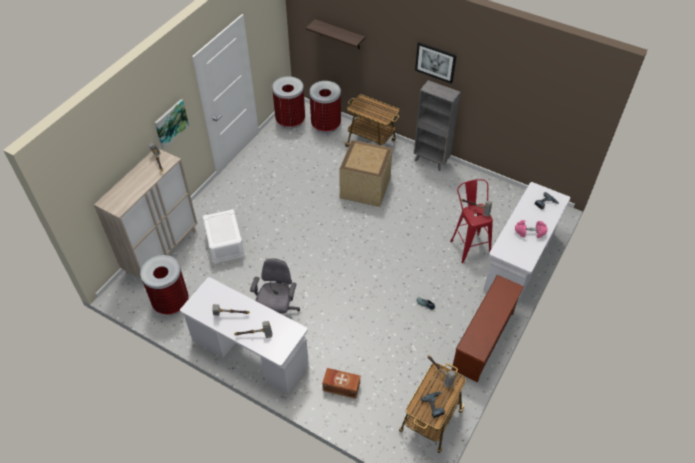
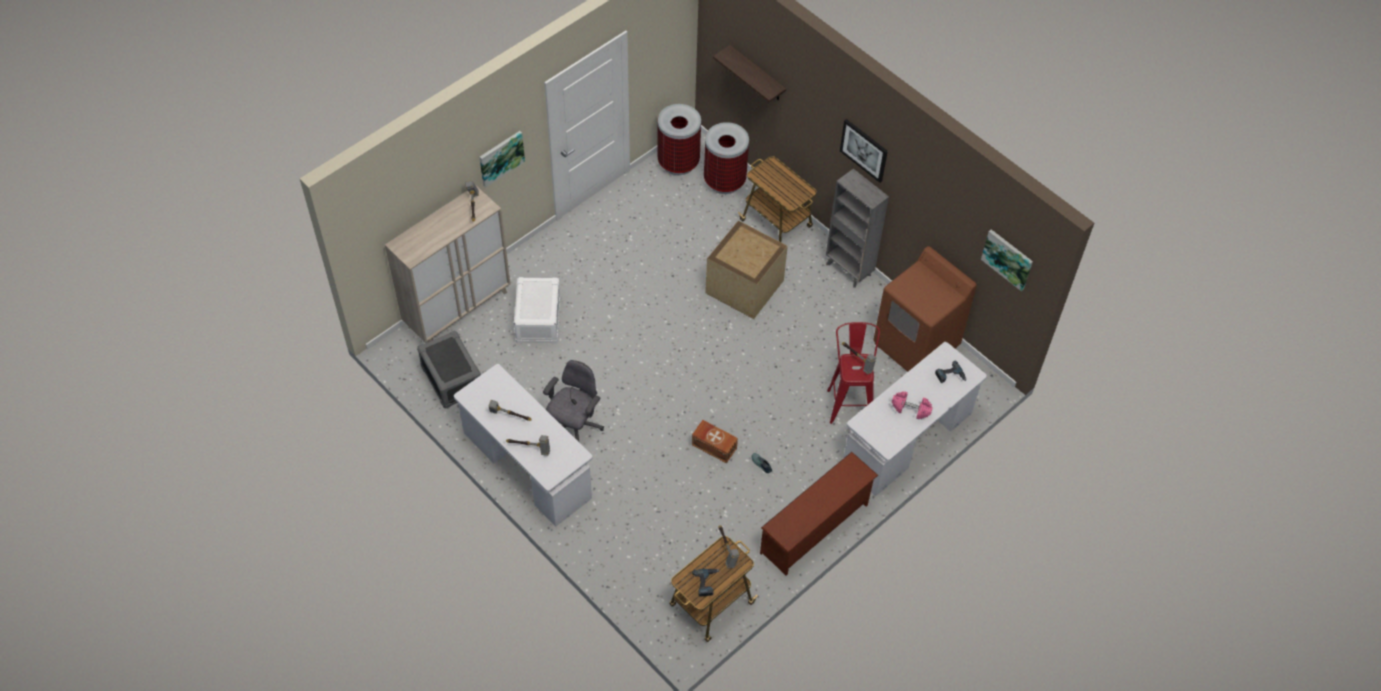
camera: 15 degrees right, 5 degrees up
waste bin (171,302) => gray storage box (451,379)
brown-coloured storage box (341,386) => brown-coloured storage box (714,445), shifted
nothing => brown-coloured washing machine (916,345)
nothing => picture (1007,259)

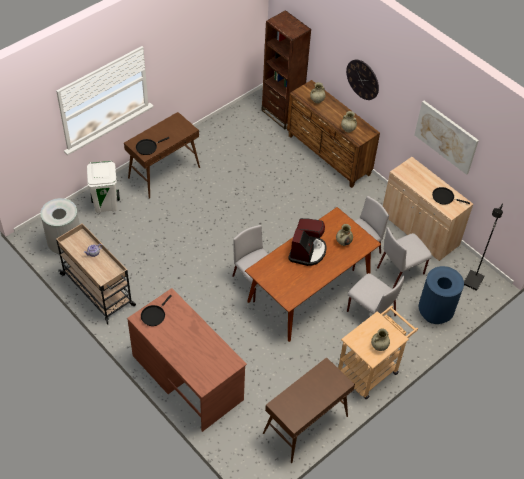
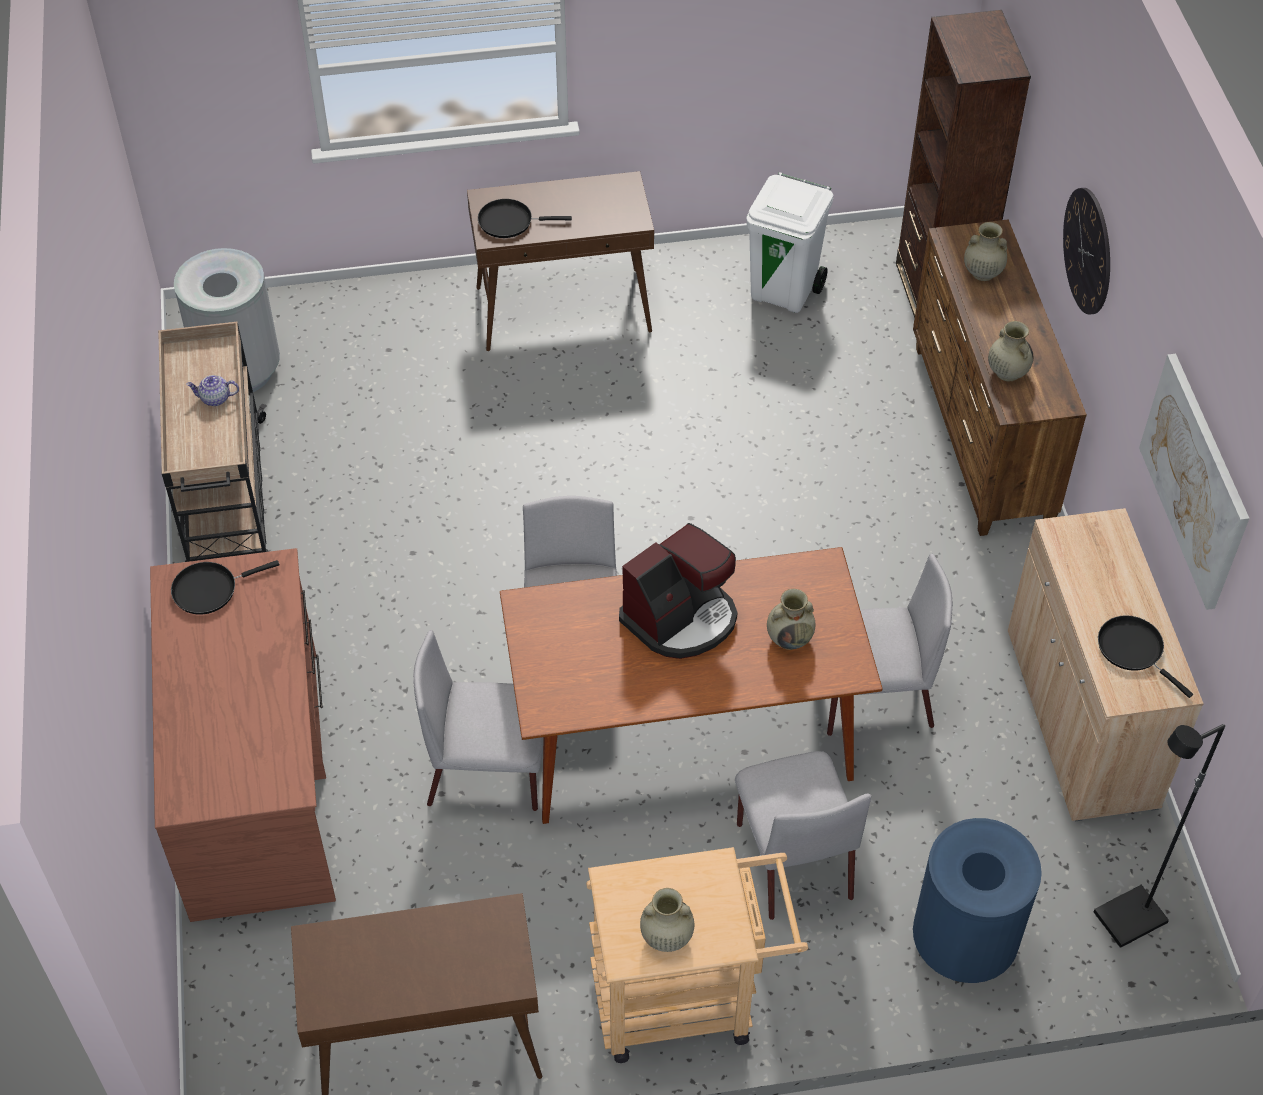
camera: 35 degrees right, 0 degrees up
gray plain chair (401,270) => gray plain chair (489,772), shifted
white waste bin (106,204) => white waste bin (784,291), shifted

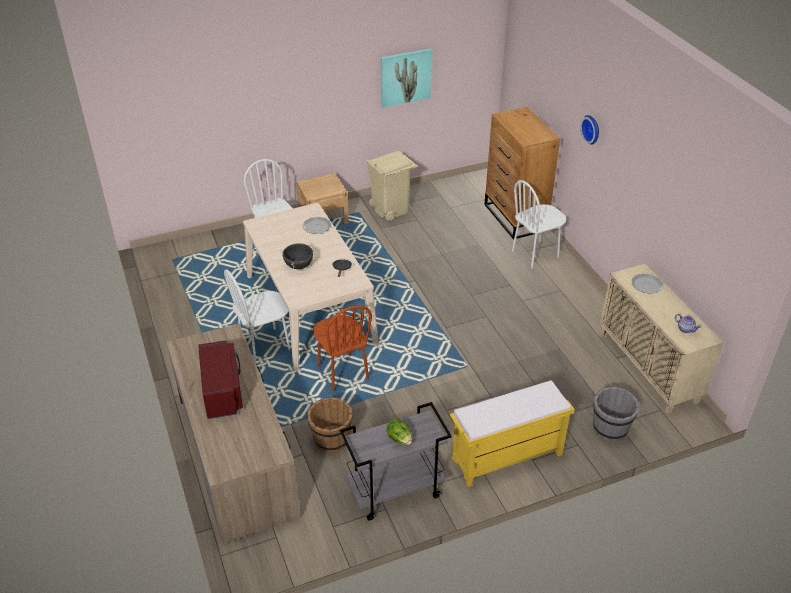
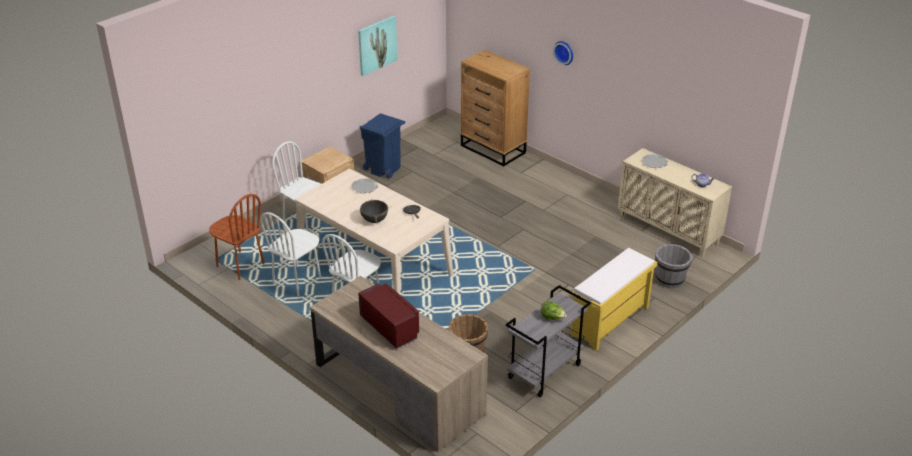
camera: 25 degrees left, 5 degrees down
brown-coloured plain chair (342,372) => brown-coloured plain chair (240,265), shifted
white plain chair (535,254) => white plain chair (297,280), shifted
beige waste bin (390,209) => blue waste bin (383,169)

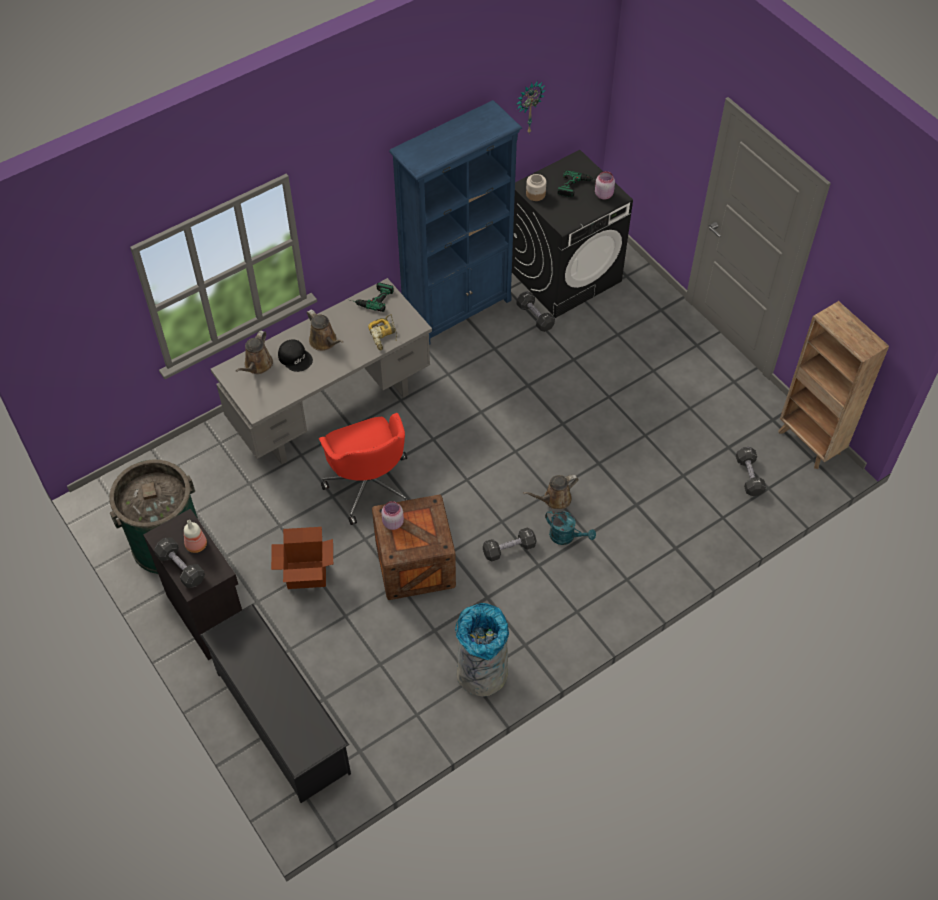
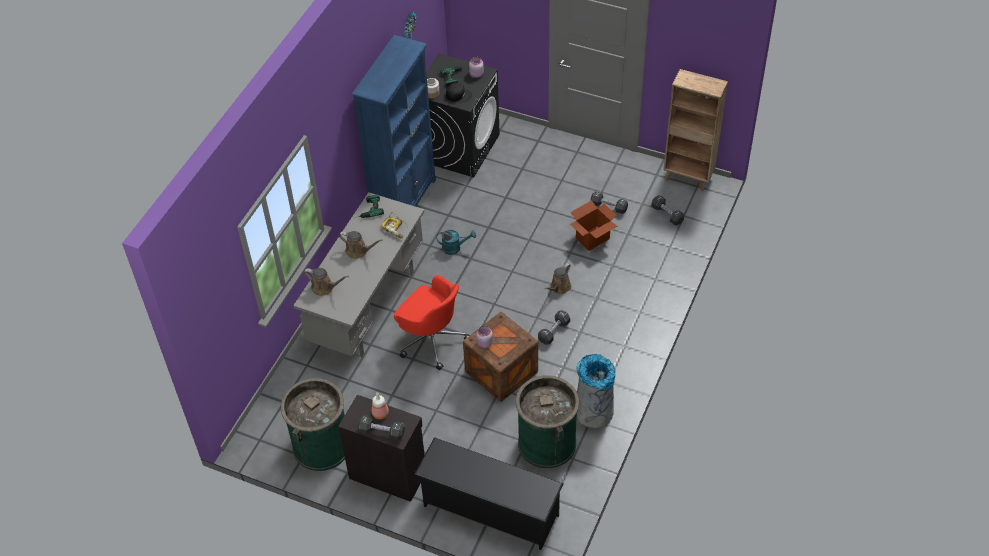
camera: 30 degrees left, 5 degrees down
brown-coloured watering pot (257,365) => brown-coloured watering pot (324,287), 60 degrees counterclockwise
turquoise watering pot (566,537) => turquoise watering pot (455,248), shifted
black-coloured baseball cap (295,357) => black-coloured baseball cap (458,95), shifted
nothing => greenish waste bin (547,443)
packing box (306,574) => packing box (592,238), shifted
black-coloured hand weight (535,316) => black-coloured hand weight (608,207), shifted

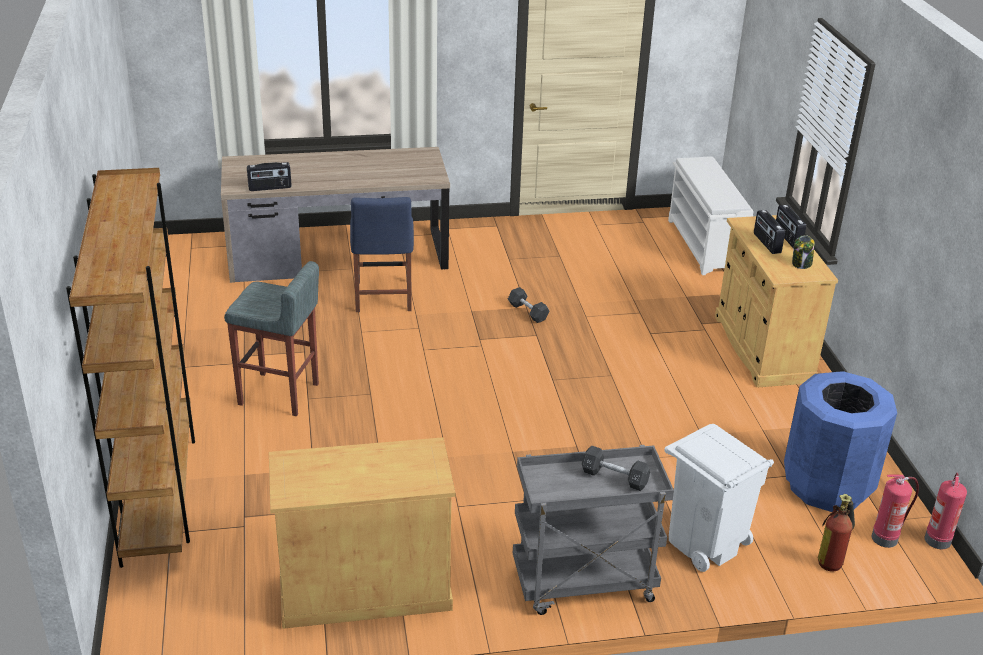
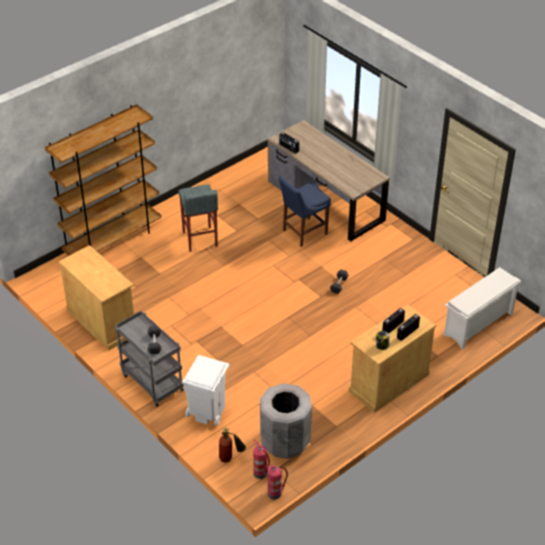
camera: 60 degrees right, 10 degrees up
blue waste bin (827,486) => gray waste bin (285,442)

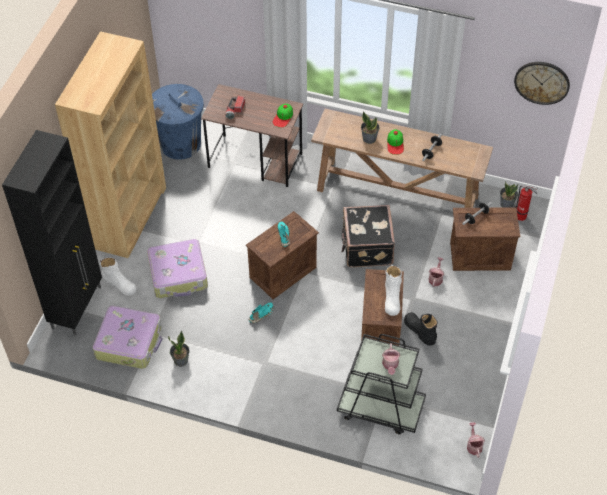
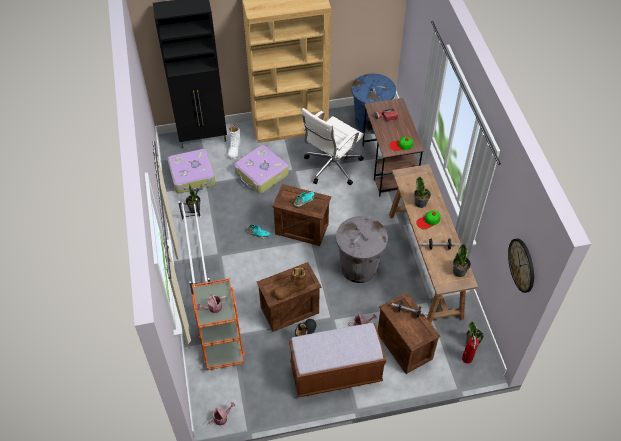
camera: 60 degrees right, 0 degrees up
nothing => white shoe stand (197,255)
black-coloured wheeled cart (380,408) => orange wheeled cart (221,340)
white tall boot (392,298) => brown-coloured tall boot (291,290)
nothing => brown-coloured long seat (335,373)
nothing => white office chair (331,167)
black-coloured piece of luggage (366,247) => gray waste bin (359,267)
nothing => potted plant (459,272)

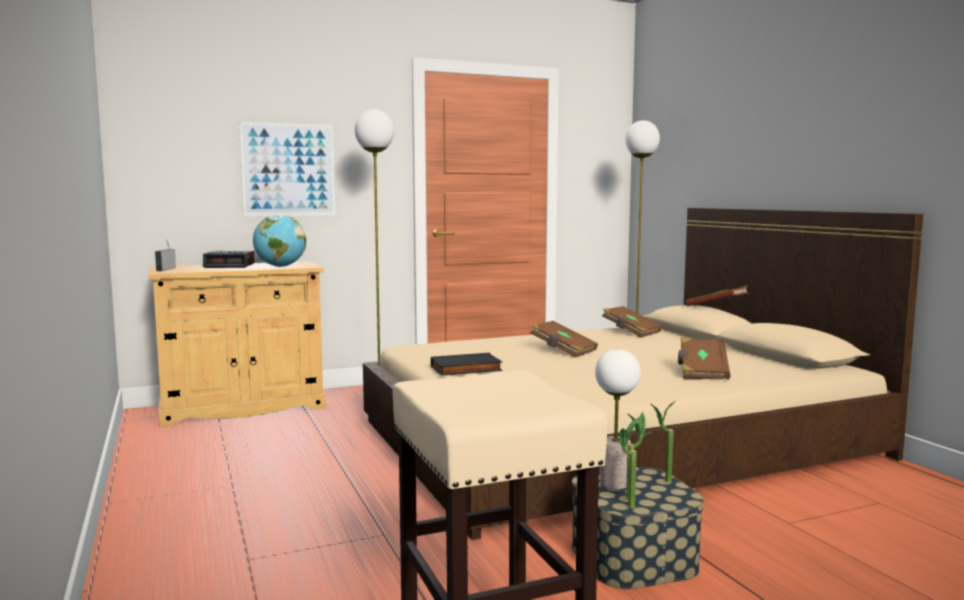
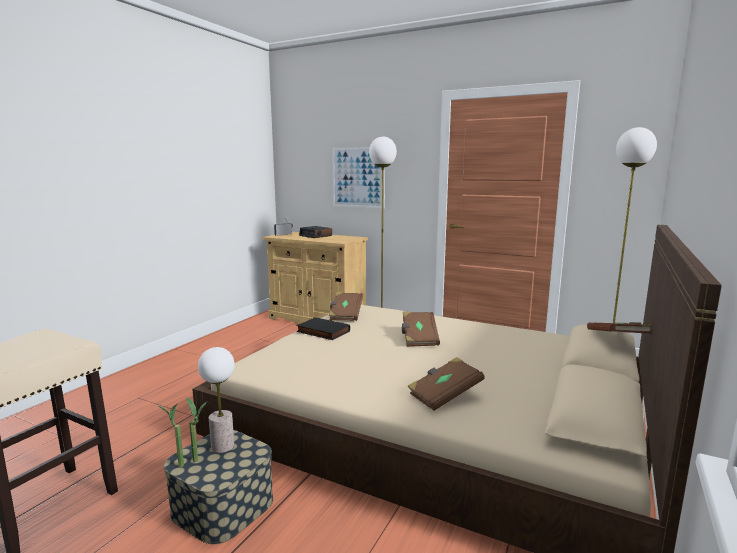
camera: 50 degrees right, 5 degrees up
brown-coloured volume (630,332) => brown-coloured volume (345,315), shifted
globe (280,266) => nothing
potted plant (661,480) => nothing

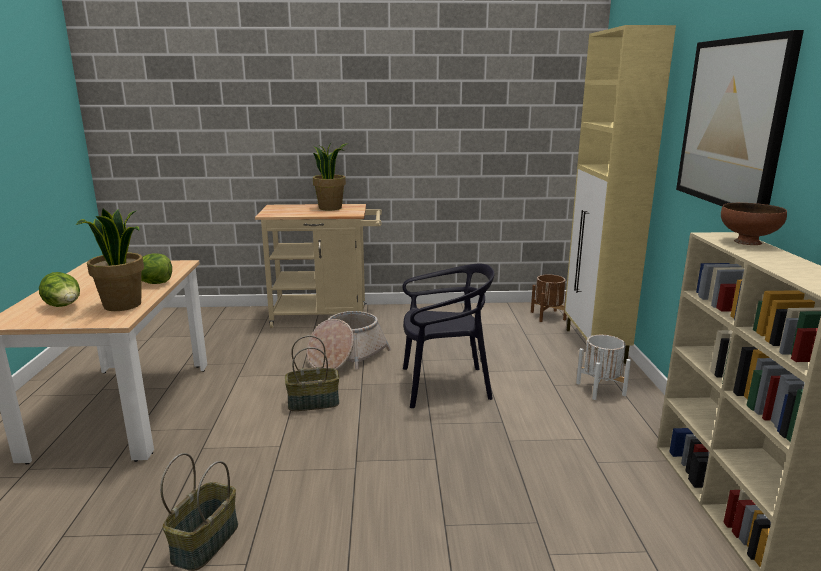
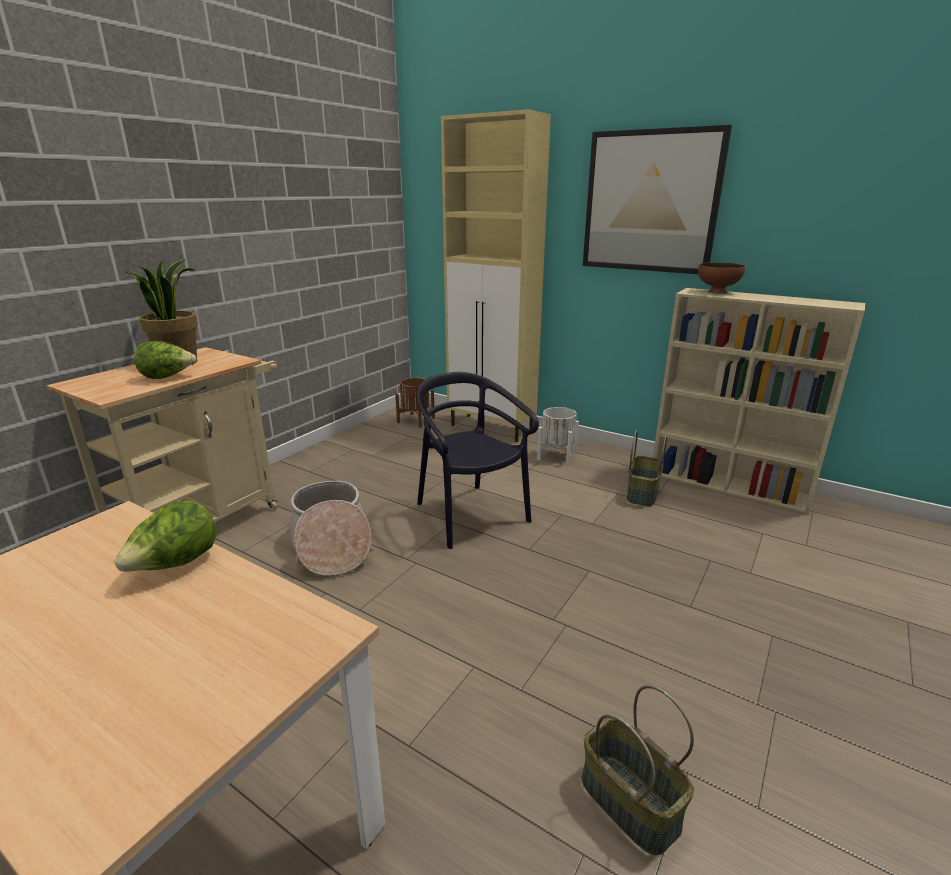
camera: 55 degrees left, 5 degrees up
lettuce head (64,307) => lettuce head (167,377), shifted
black-coloured plain chair (444,385) => black-coloured plain chair (470,515), 60 degrees counterclockwise
basket (314,402) => basket (642,493), shifted
potted plant (123,305) => nothing

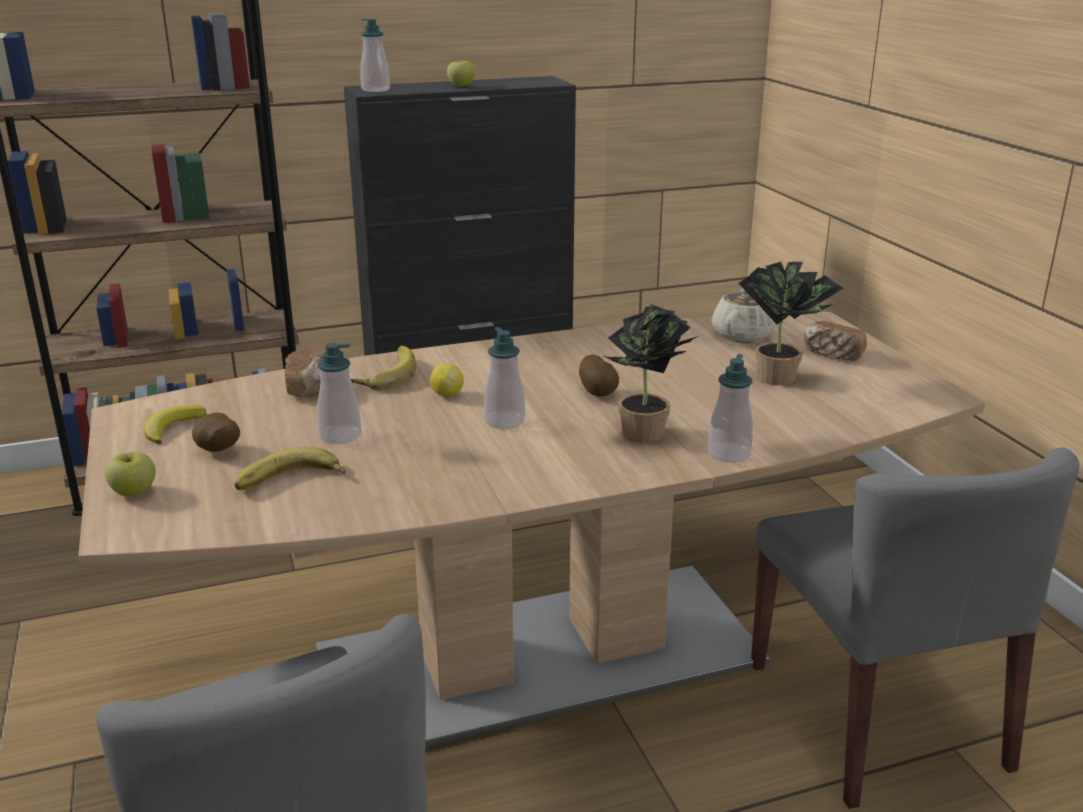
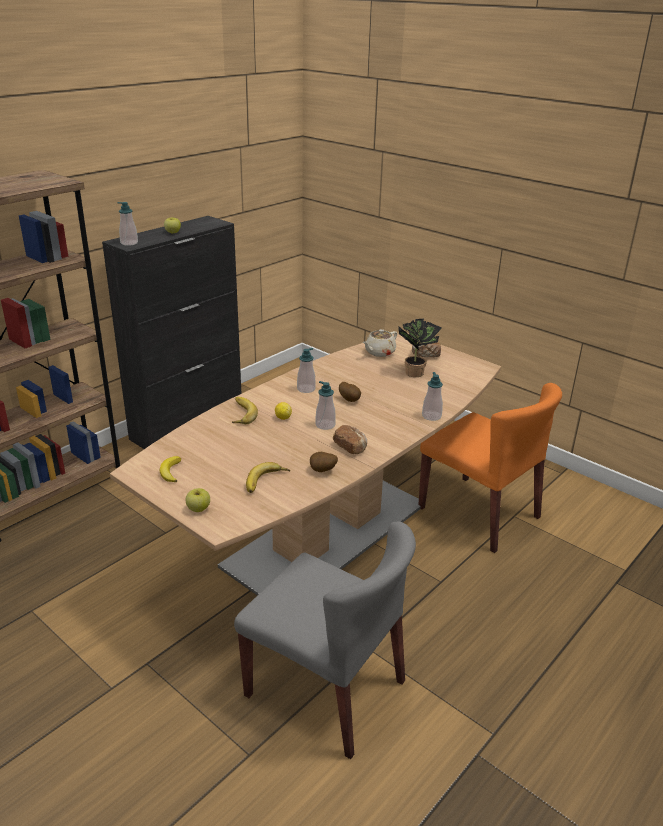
camera: 30 degrees left, 5 degrees up
liquid soap bottle (340,436) => liquid soap bottle (306,389), shifted
spud (217,452) => spud (322,471), shifted
baked bread (308,387) => baked bread (350,447), shifted
beige pot for tea (743,335) => beige pot for tea (379,352), 135 degrees counterclockwise
gray plain chair (876,716) => orange plain chair (479,513)
potted plant (647,435) => nothing

